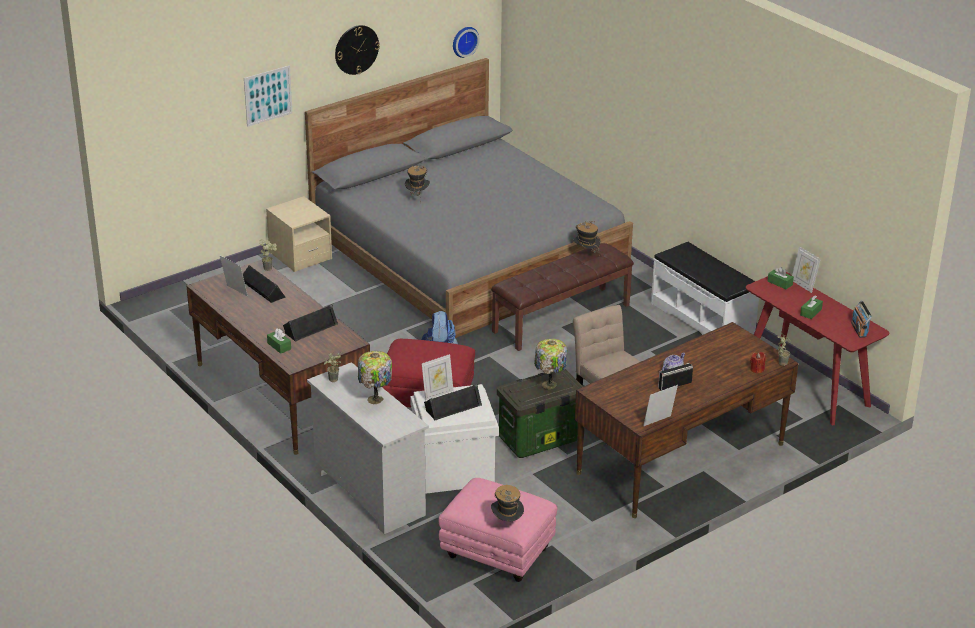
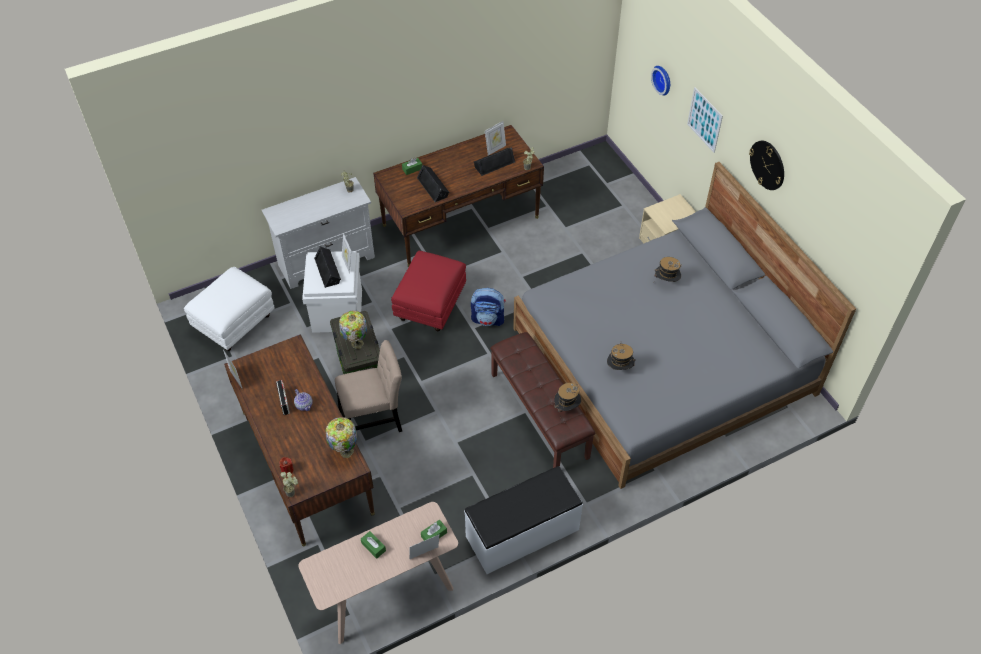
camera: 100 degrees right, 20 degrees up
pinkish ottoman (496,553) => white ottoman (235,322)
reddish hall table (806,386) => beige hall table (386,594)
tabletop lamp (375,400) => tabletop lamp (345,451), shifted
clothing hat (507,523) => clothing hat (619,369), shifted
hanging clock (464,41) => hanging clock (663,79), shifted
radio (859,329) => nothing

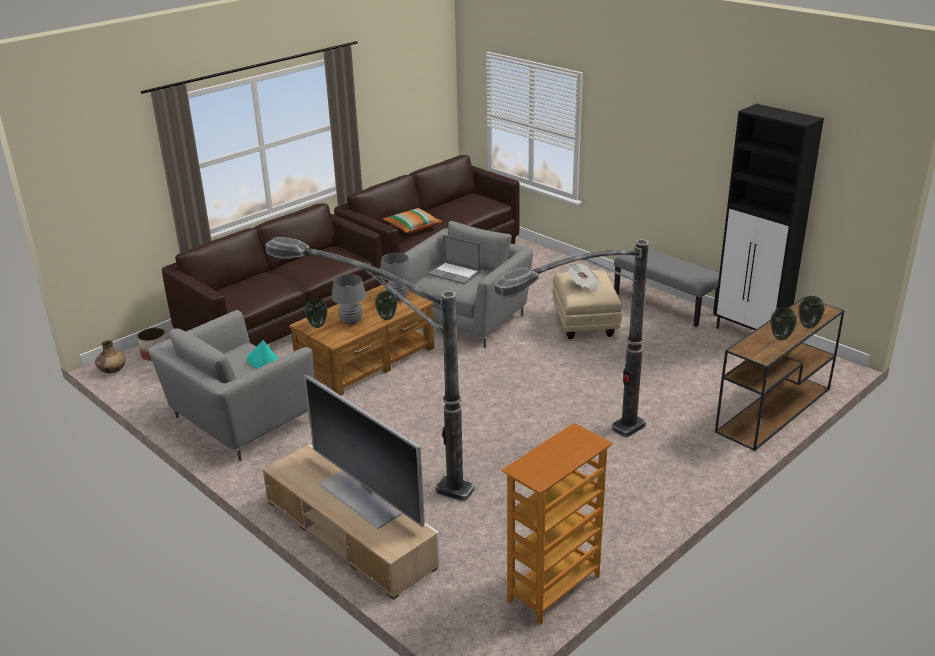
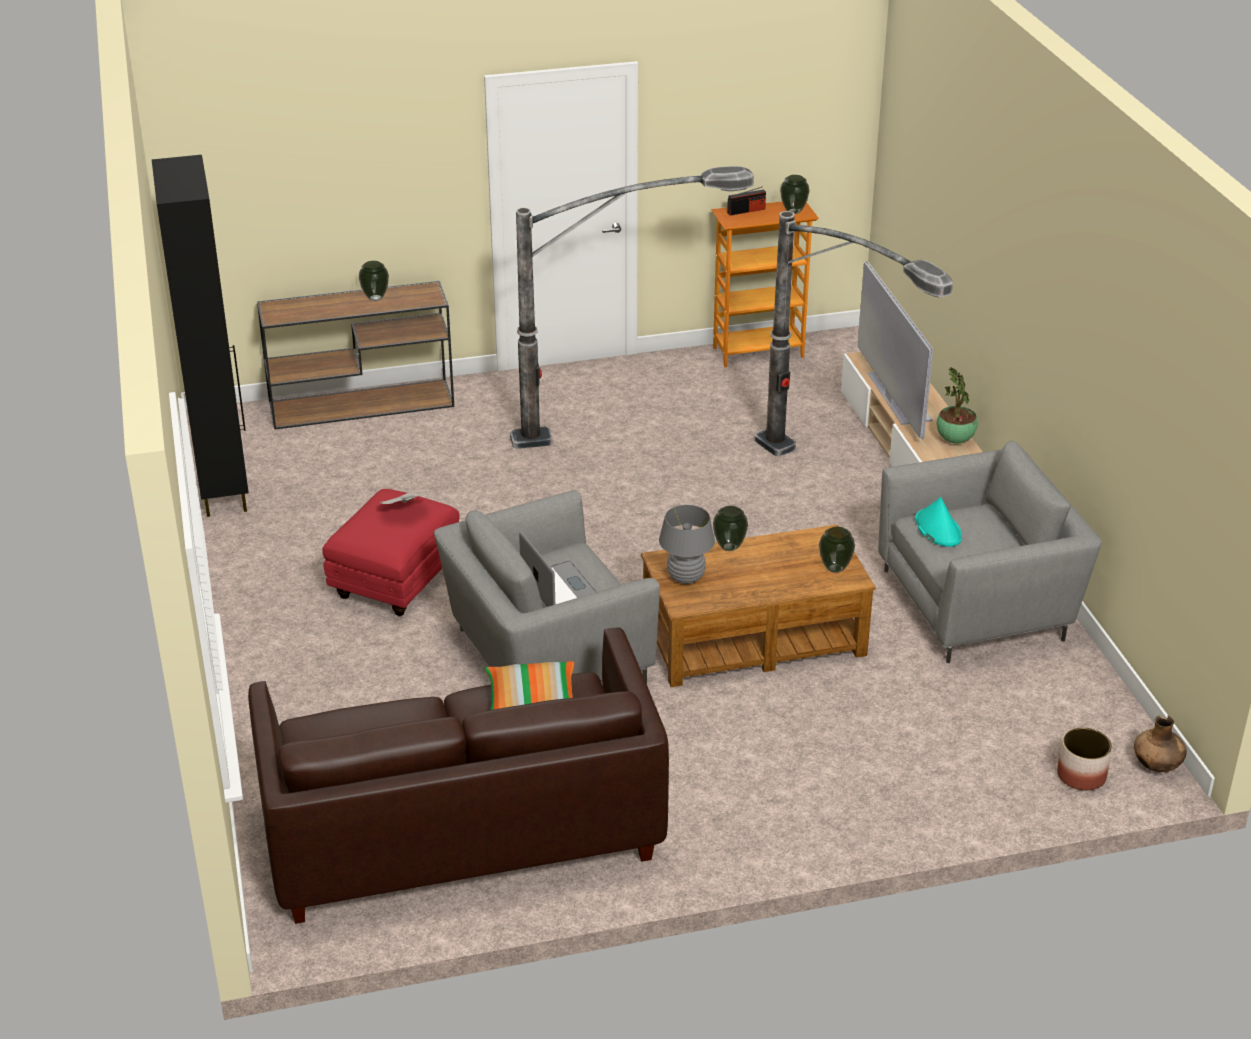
camera: 150 degrees left, 5 degrees up
beige ottoman (585,324) => reddish ottoman (396,581)
nothing => radio (746,211)
vase (808,326) => vase (793,211), shifted
nothing => potted plant (955,441)
brown-coloured couch (284,321) => nothing
gray tabletop lamp (351,321) => nothing
gray long seat (665,304) => nothing

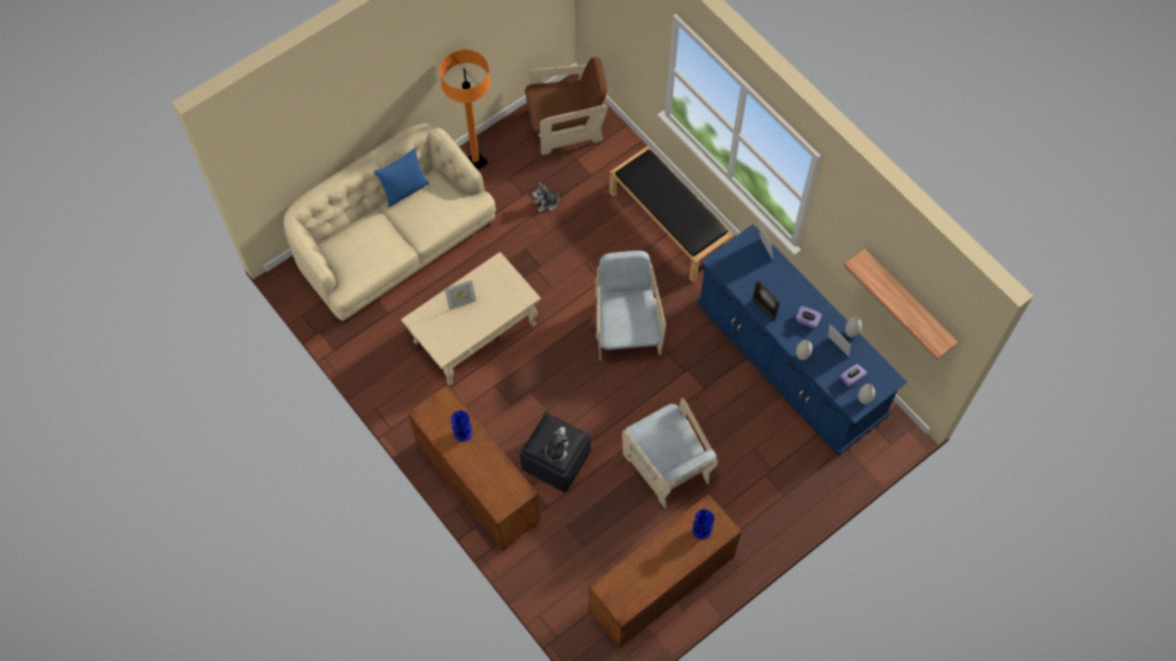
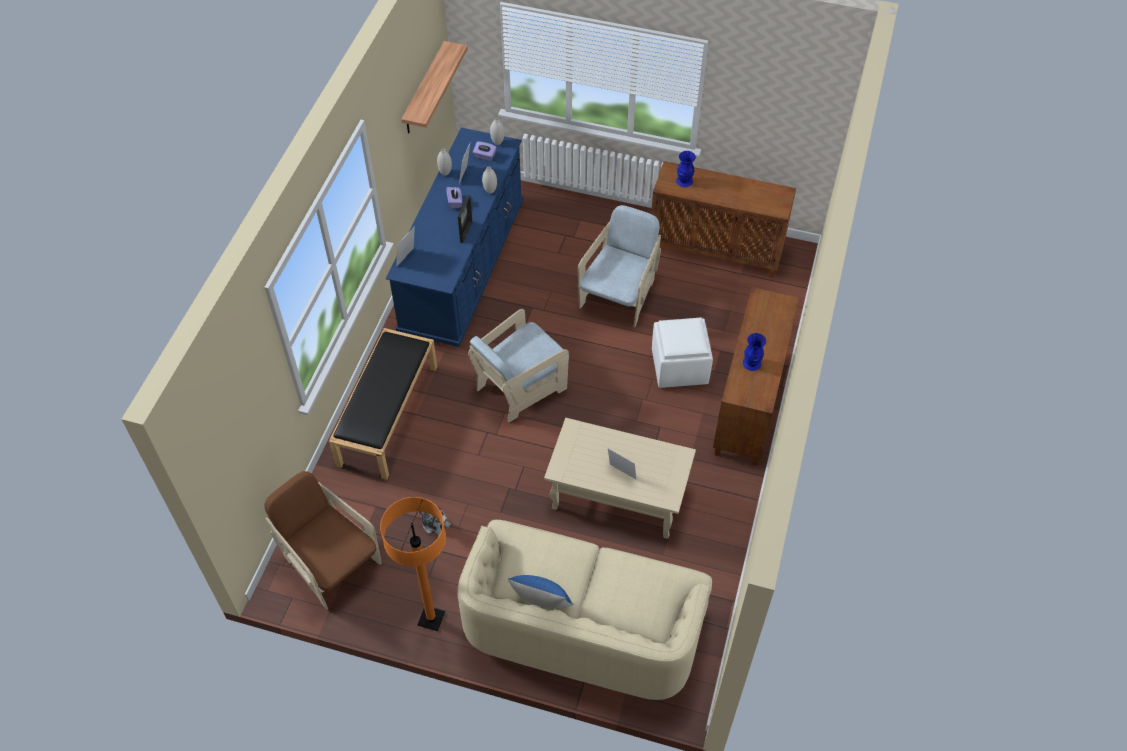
camera: 125 degrees left, 10 degrees down
black-coloured ottoman (555,461) => white ottoman (680,367)
soft toy (556,450) => nothing

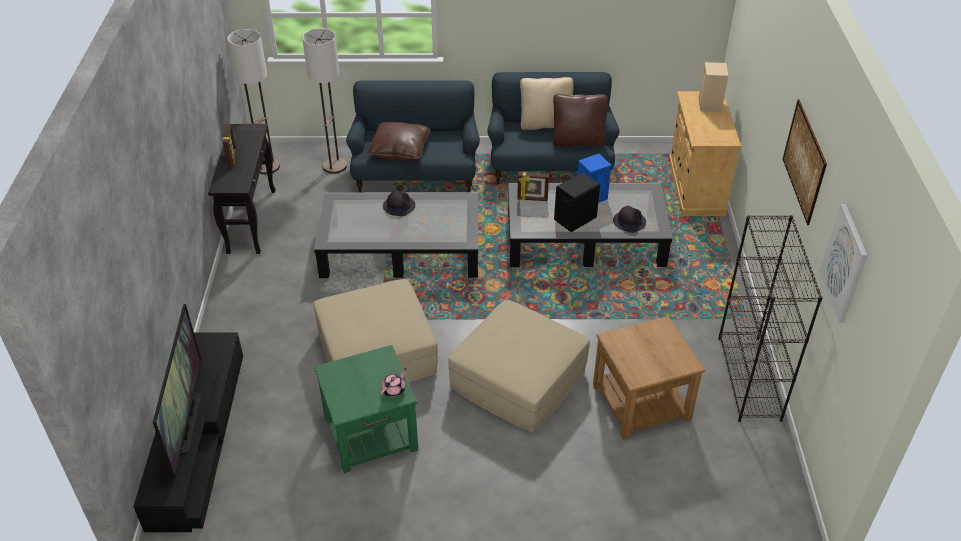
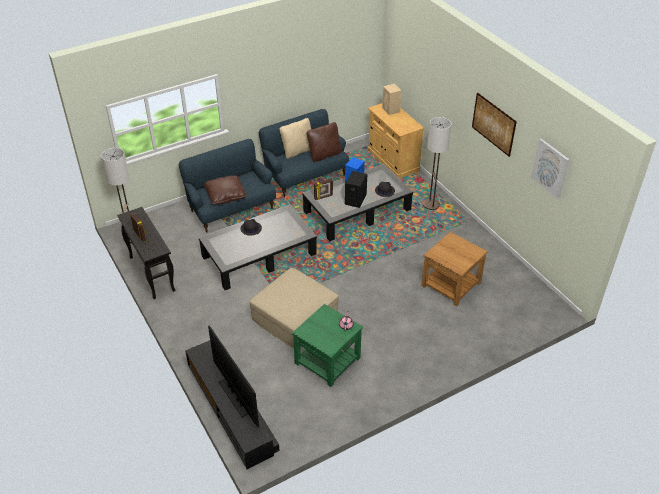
camera: 30 degrees left, 0 degrees up
floor lamp (334,166) => floor lamp (431,205), shifted
beige ottoman (518,380) => nothing
black-coloured bookshelf (749,379) => nothing

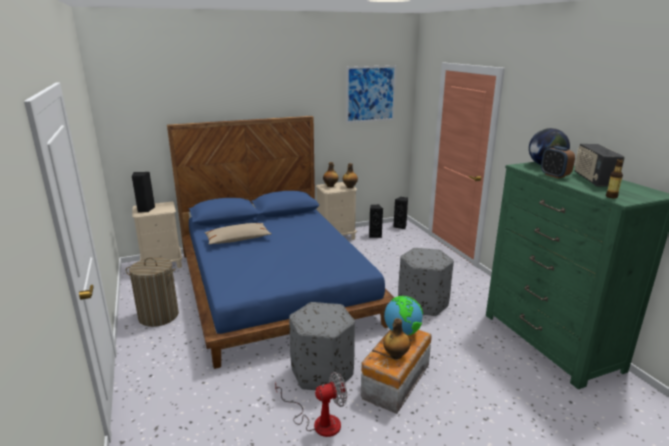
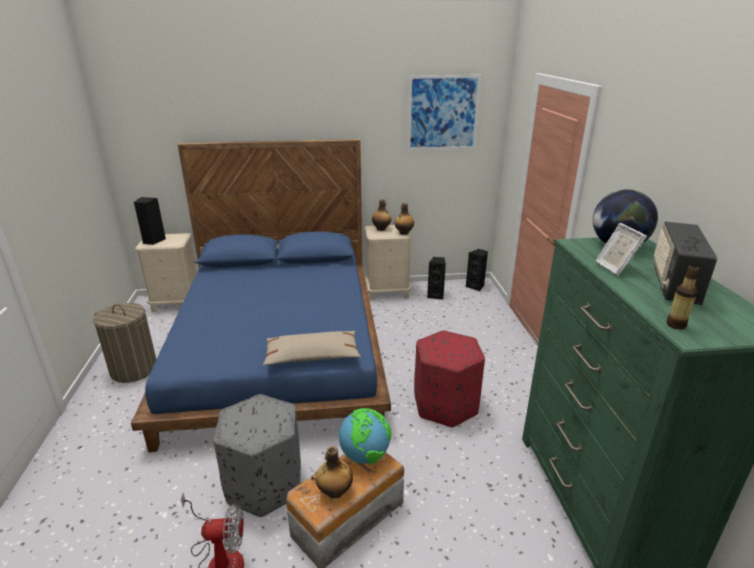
camera: 15 degrees right, 5 degrees up
beige cushion (238,239) => beige cushion (312,356), shifted
gray ottoman (423,303) => reddish ottoman (446,405)
table clock (554,175) => picture frame (614,268)

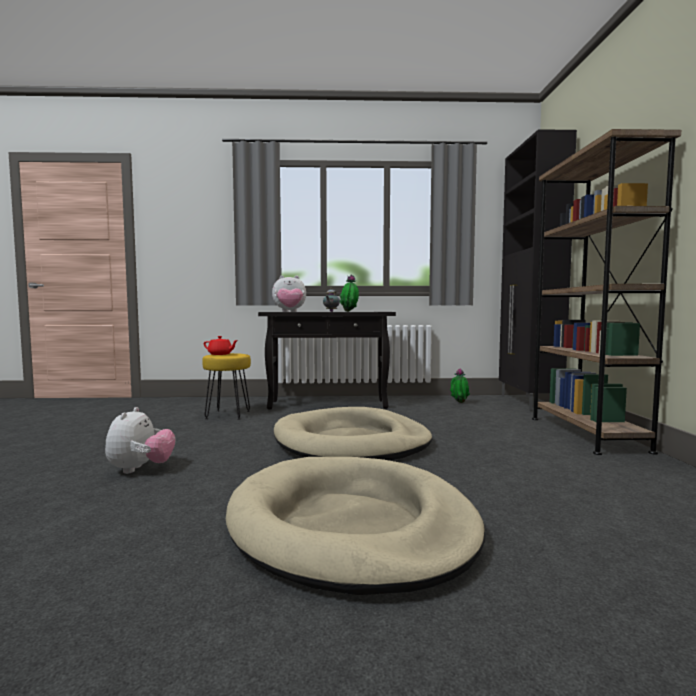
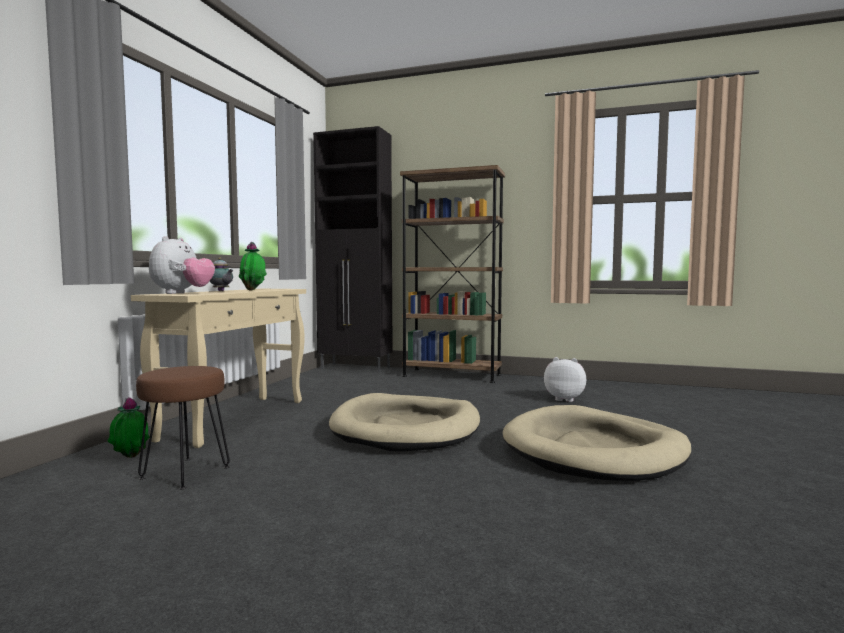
camera: 70 degrees left, 0 degrees up
potted plant (459,403) => potted plant (130,459), shifted
black-coloured hall table (329,404) => beige hall table (236,419)
yellowish stool seat (228,415) => brown-coloured stool seat (185,472)
soft toy (141,469) => soft toy (564,399), shifted
reddish pot for tea (220,354) => nothing

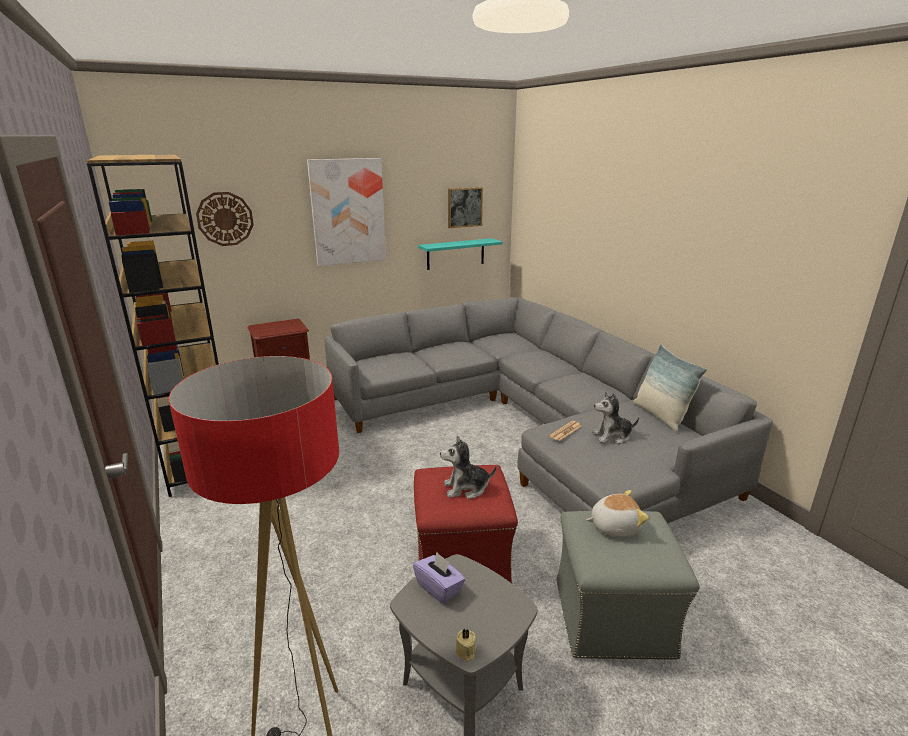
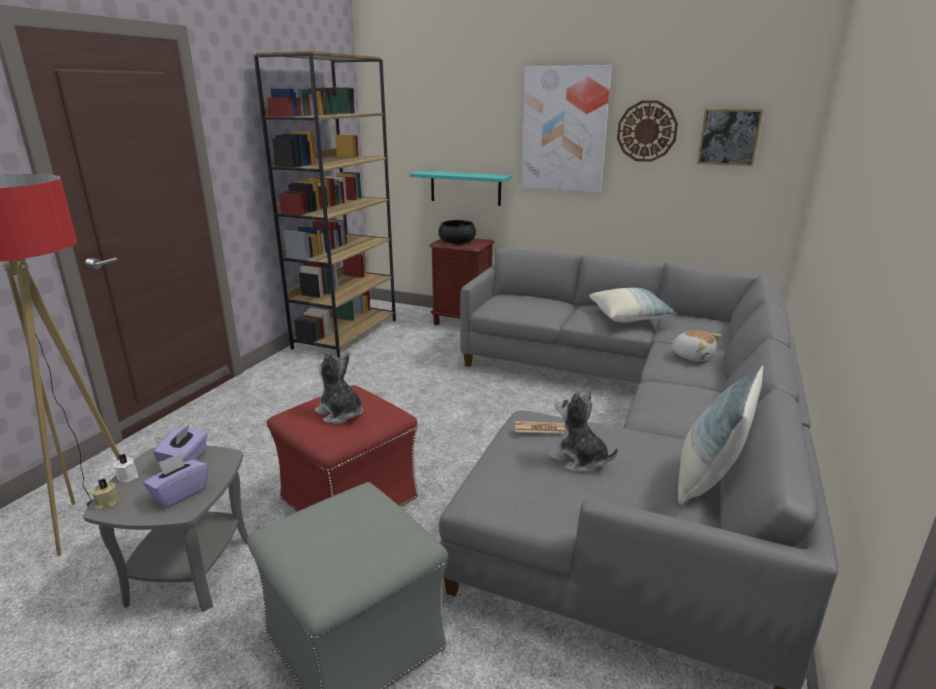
camera: 50 degrees right, 0 degrees up
nothing => white wax candle (128,476)
nothing => purple-coloured tissue holder (180,493)
turquoise shelf (455,254) => turquoise shelf (465,188), shifted
nothing => black-coloured serving bowl (457,241)
nothing => cushion (630,317)
hanging clock (225,219) => hanging clock (647,131), shifted
soft toy (614,526) => soft toy (692,356), shifted

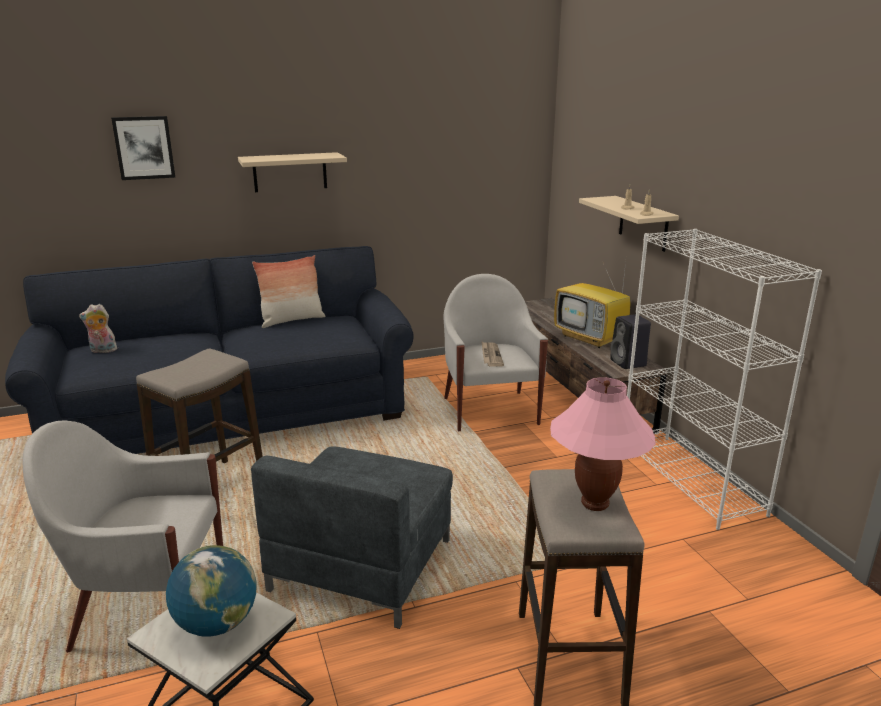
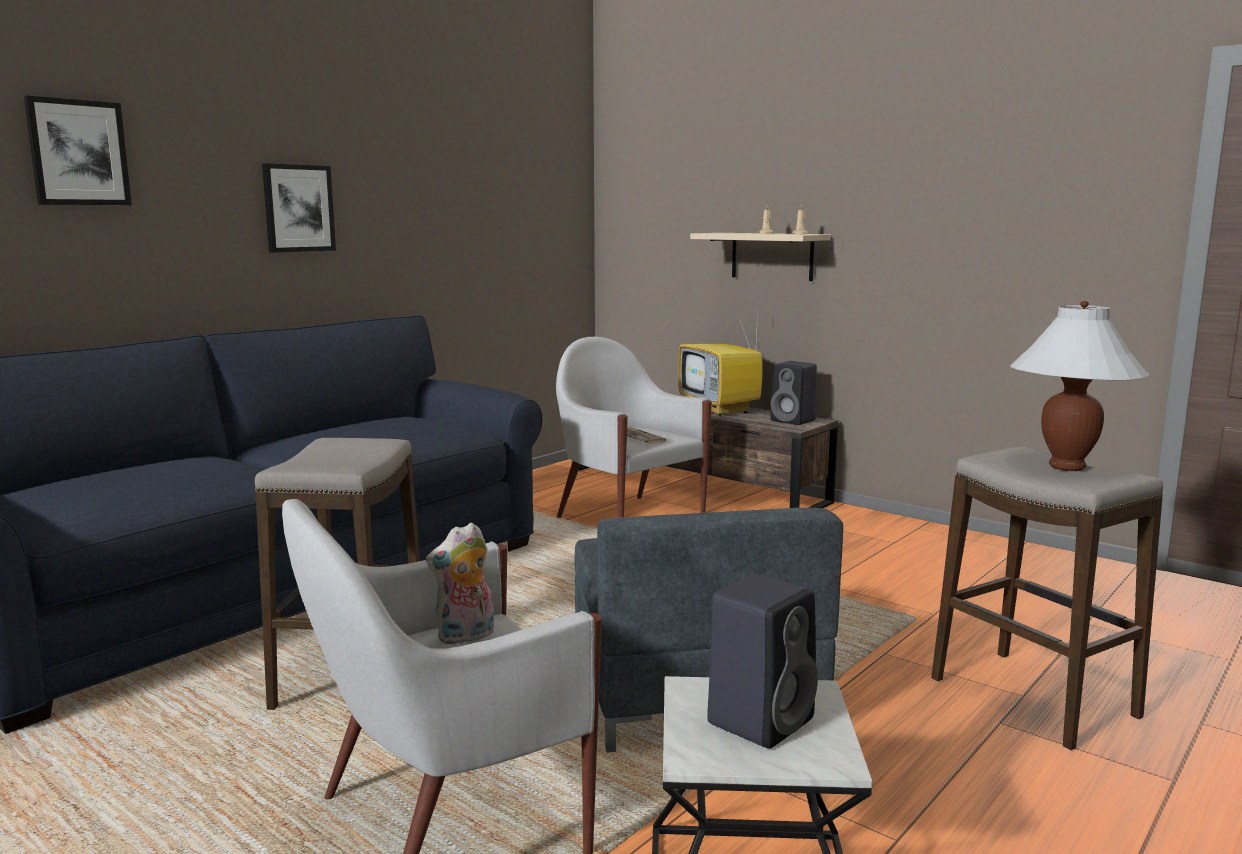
camera: 30 degrees left, 10 degrees down
beige shelf (290,172) => picture (298,208)
soft toy (102,351) => soft toy (466,637), shifted
TV set (591,339) => TV set (720,409), 45 degrees clockwise
globe (217,624) => black-coloured speaker (761,719)
pinkish tabletop lamp (595,503) => white tabletop lamp (1066,467)
cushion (292,320) => nothing
white bookshelf (690,480) => nothing

